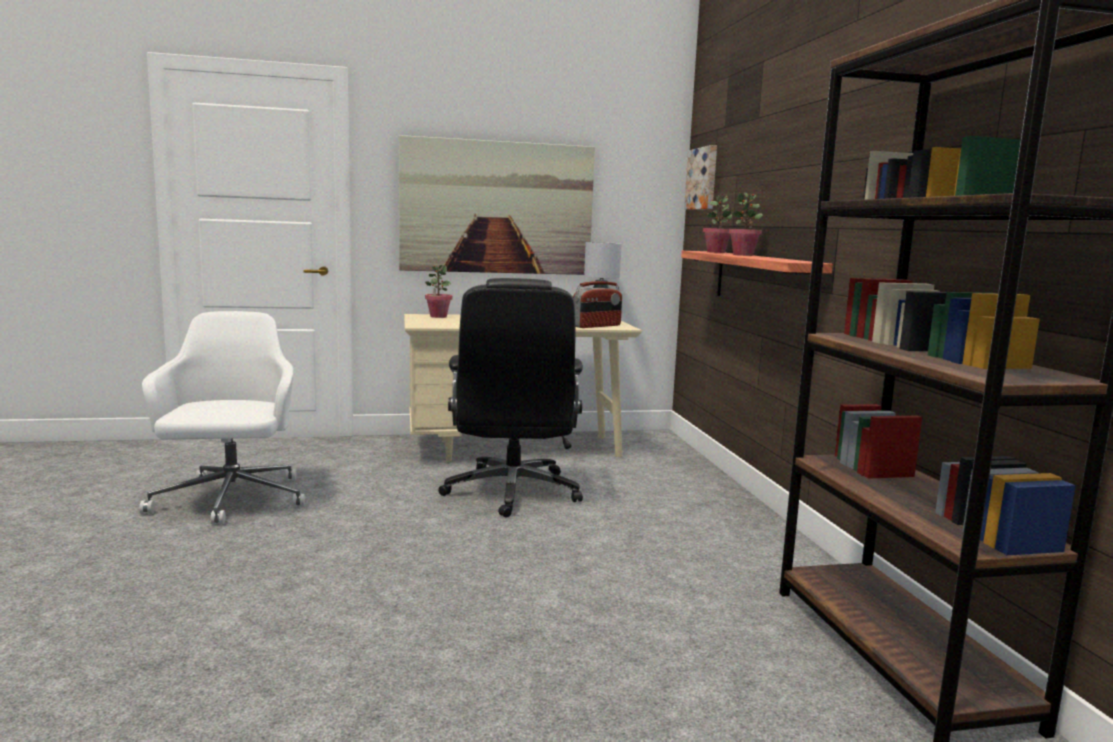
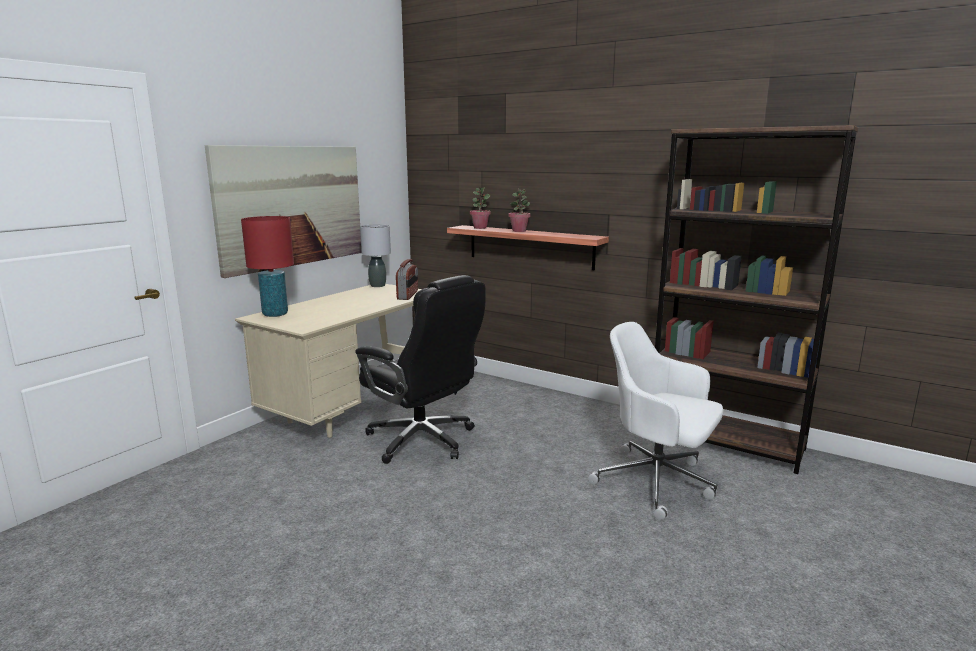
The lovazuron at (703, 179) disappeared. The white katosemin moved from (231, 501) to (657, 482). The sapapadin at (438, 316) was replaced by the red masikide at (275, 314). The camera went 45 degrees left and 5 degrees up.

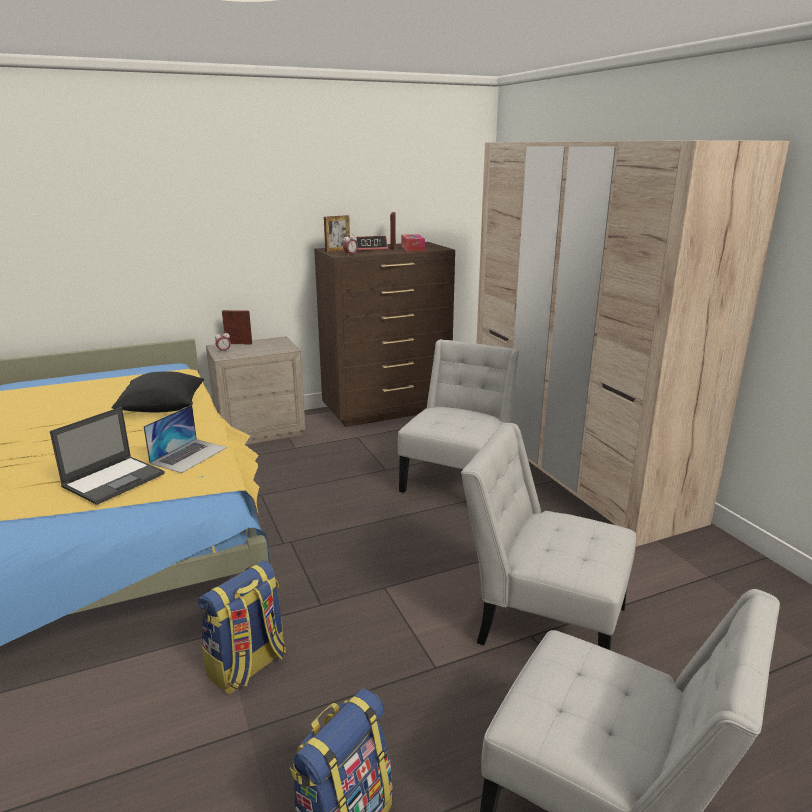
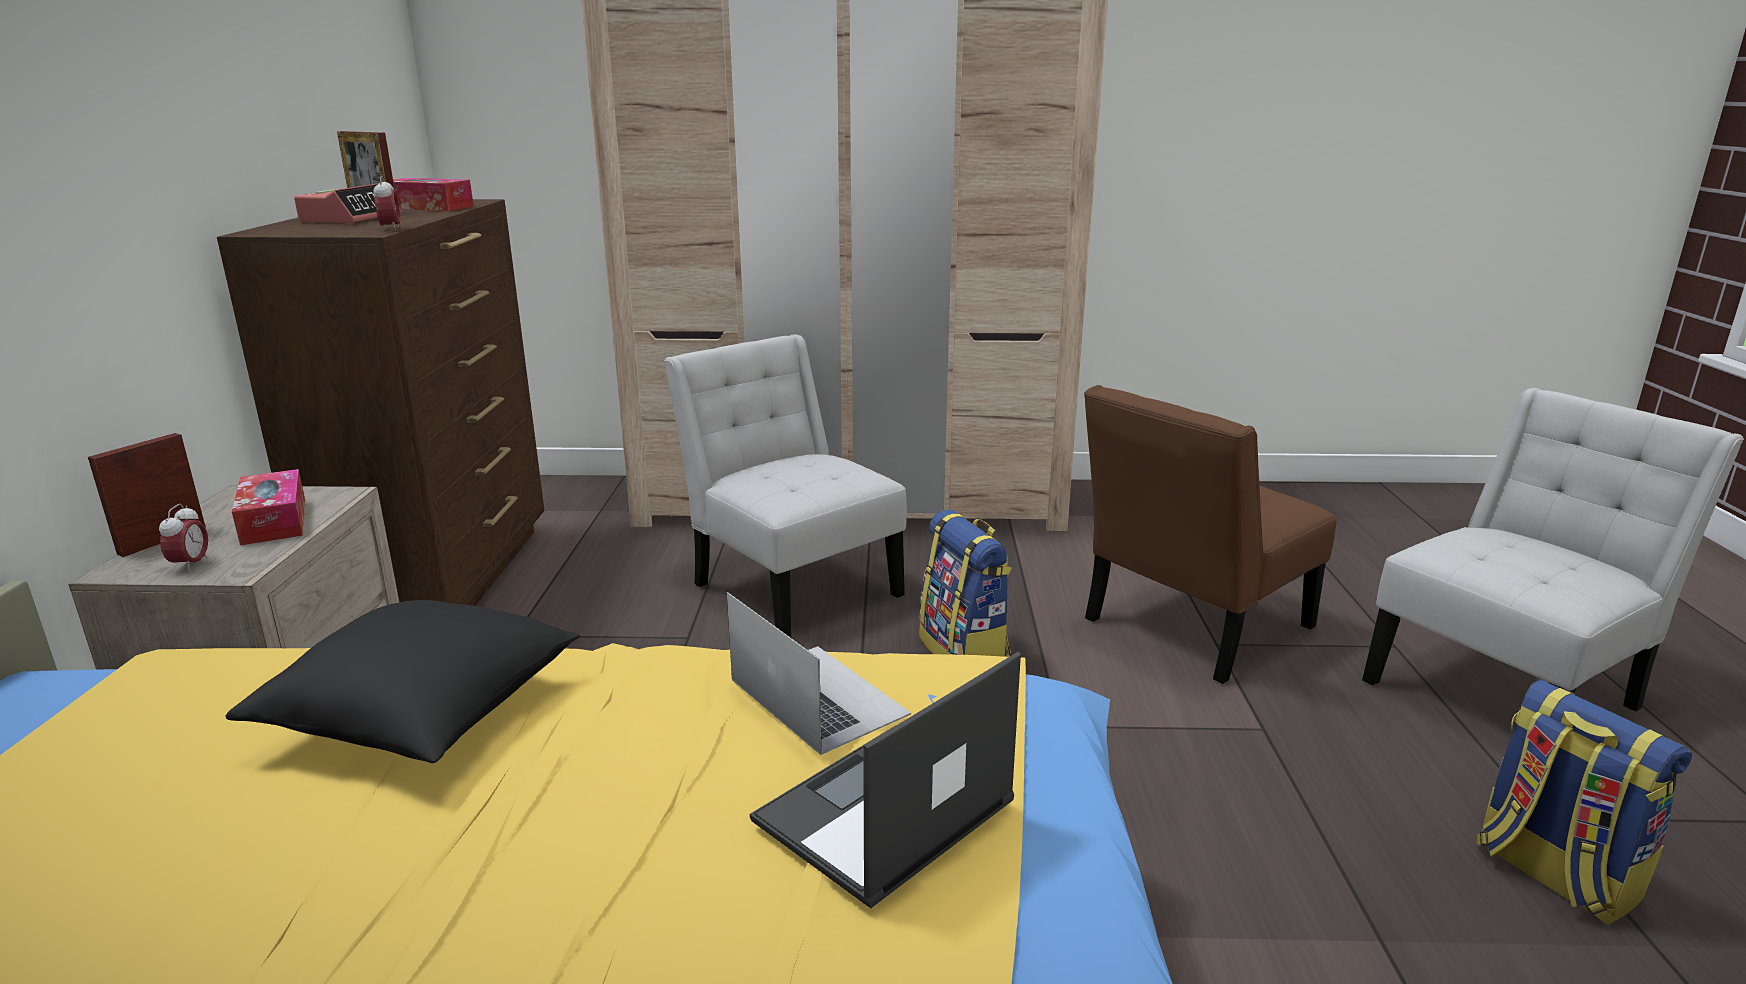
The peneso at (337, 251) disappeared. The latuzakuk at (274, 521) appeared. The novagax moved from (248, 666) to (965, 652). The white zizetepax at (543, 621) became the brown zizetepax at (1190, 628). The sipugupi at (115, 479) turned 105 degrees counterclockwise. The camera went 65 degrees left and 0 degrees up.

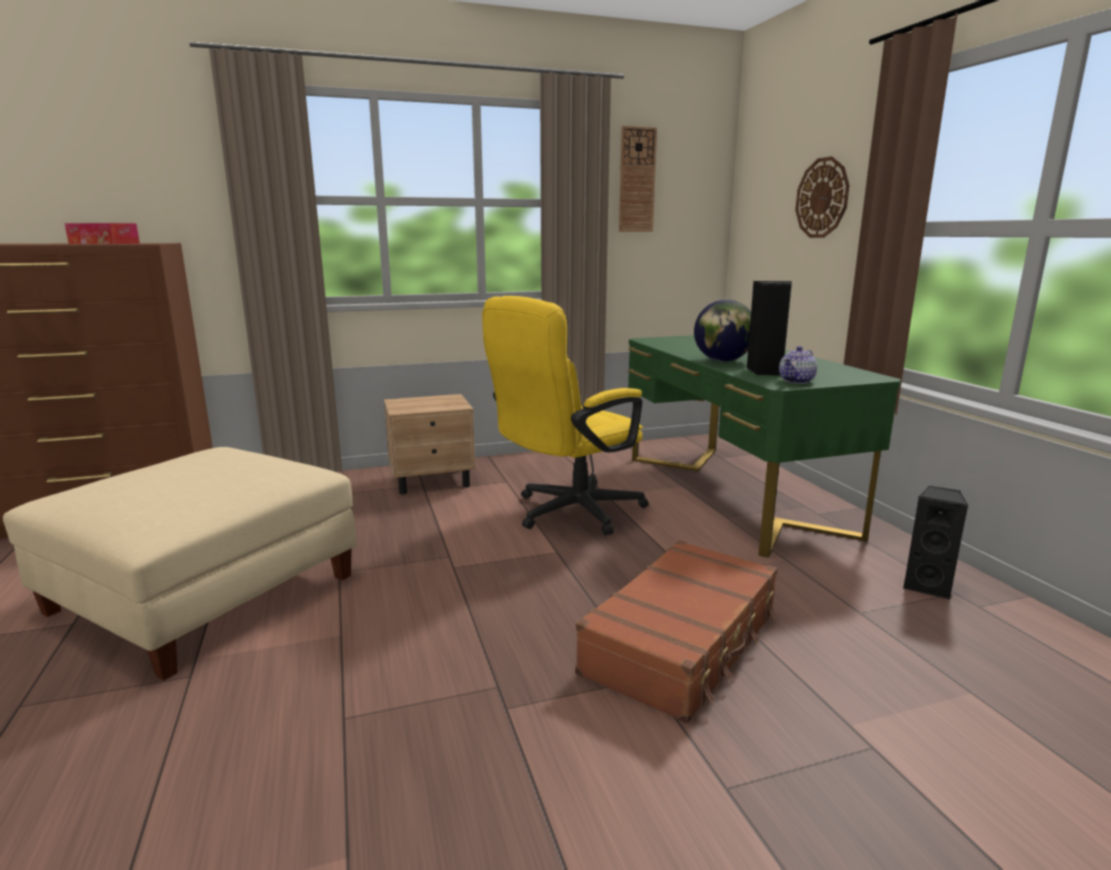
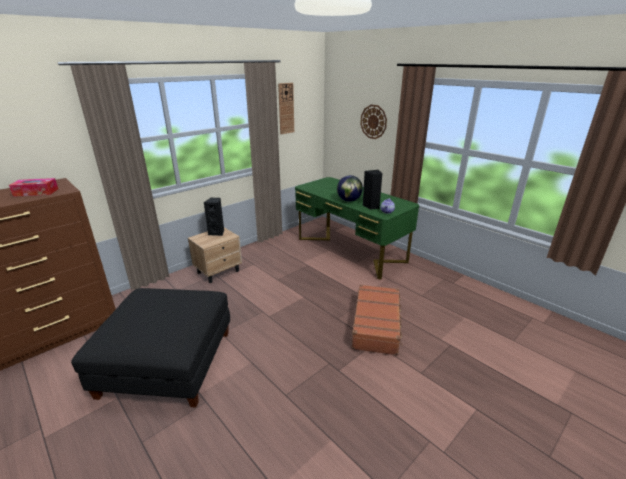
The yellow katosemin at (568, 513) disappeared. The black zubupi moved from (927, 586) to (217, 232). The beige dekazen at (204, 592) became the black dekazen at (167, 362). The camera went 25 degrees left and 10 degrees up.

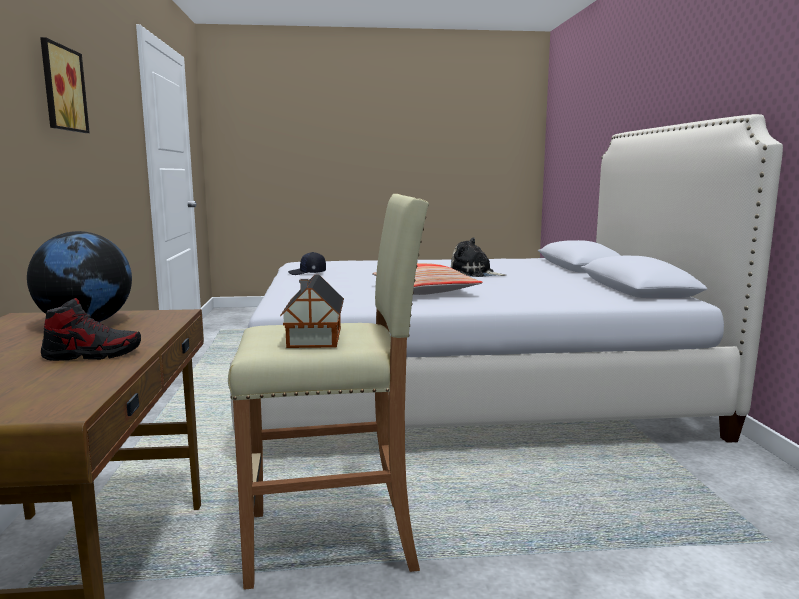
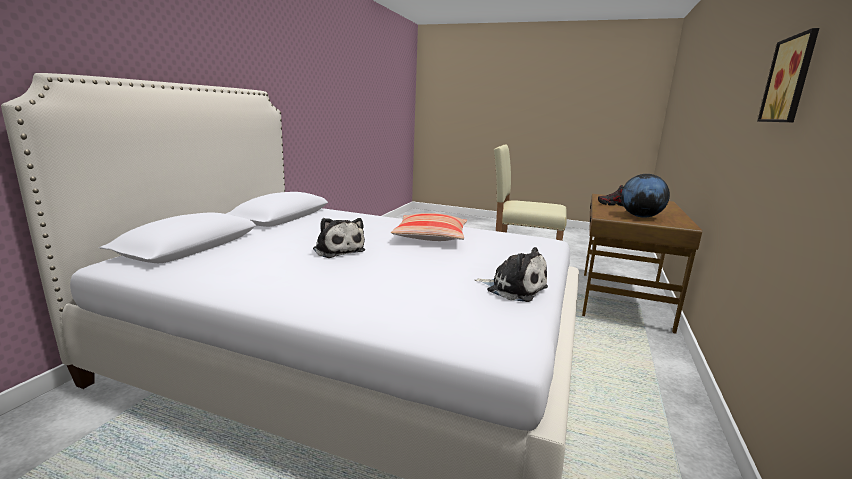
The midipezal at (313, 338) disappeared. The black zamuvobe at (307, 273) was replaced by the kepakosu at (513, 288). The camera went 155 degrees left and 5 degrees up.

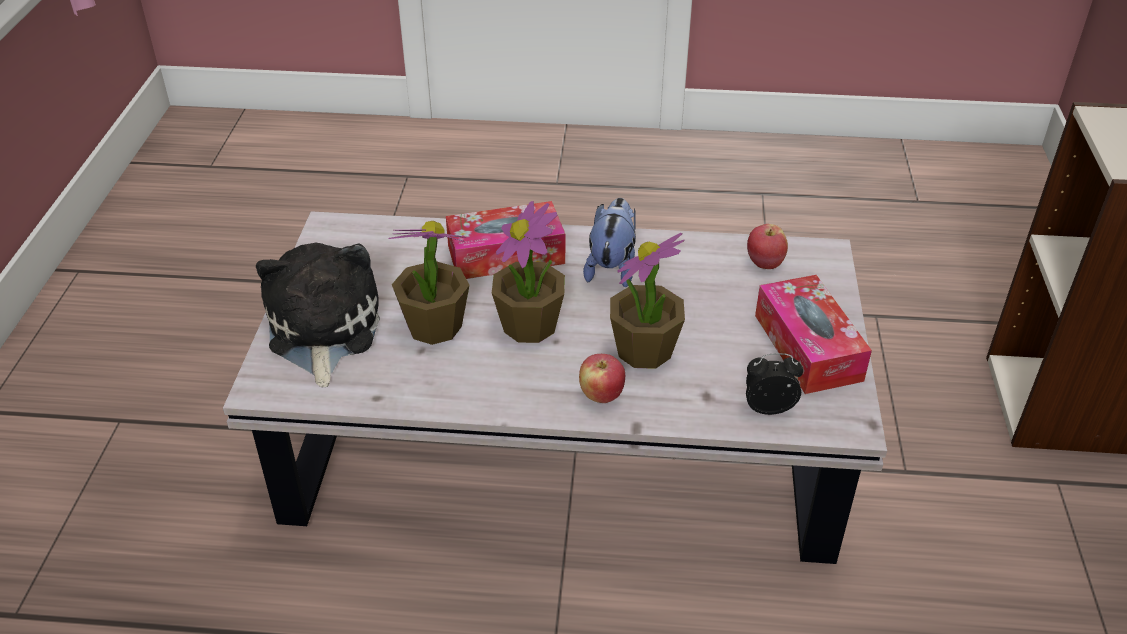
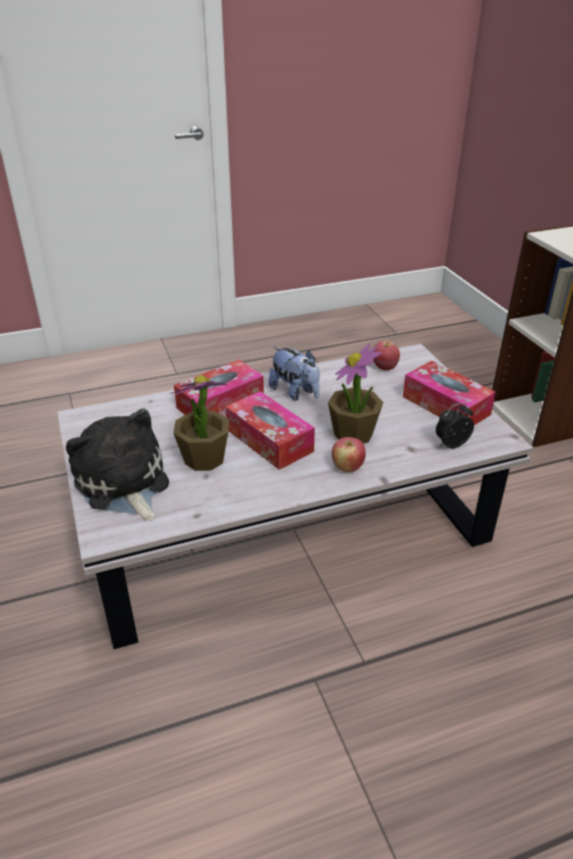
The sapapadin at (530, 326) was replaced by the latuzakuk at (269, 440). The kepakosu at (612, 267) turned 150 degrees clockwise. The camera went 25 degrees left and 5 degrees down.

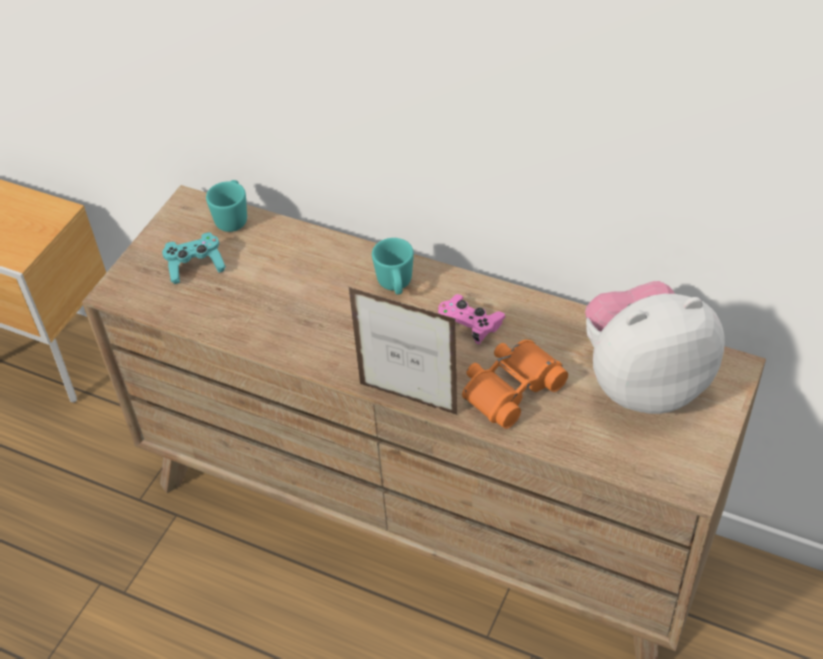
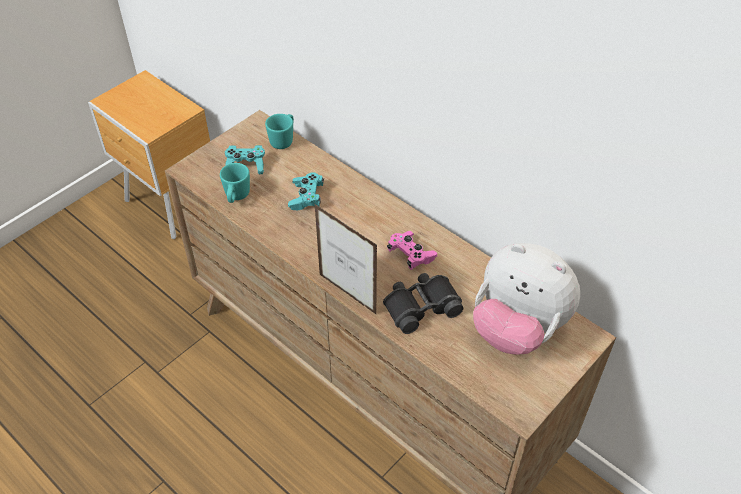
The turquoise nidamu at (306, 197) appeared. The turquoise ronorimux moved from (395, 286) to (236, 197). The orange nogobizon at (510, 388) became the black nogobizon at (421, 306). The kepakosu at (643, 382) turned 150 degrees counterclockwise. The camera went 15 degrees right and 0 degrees up.

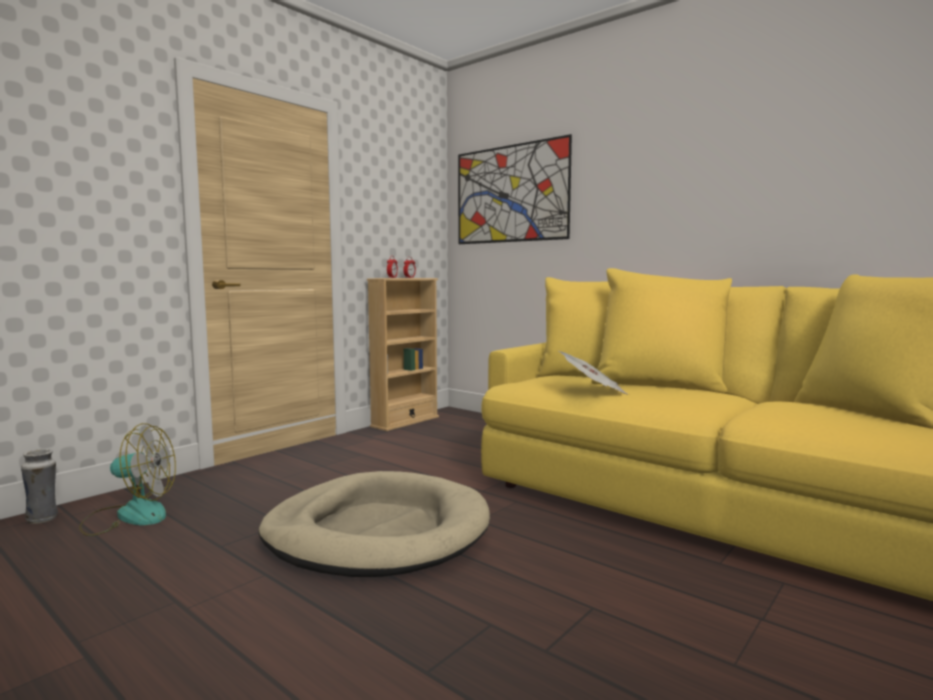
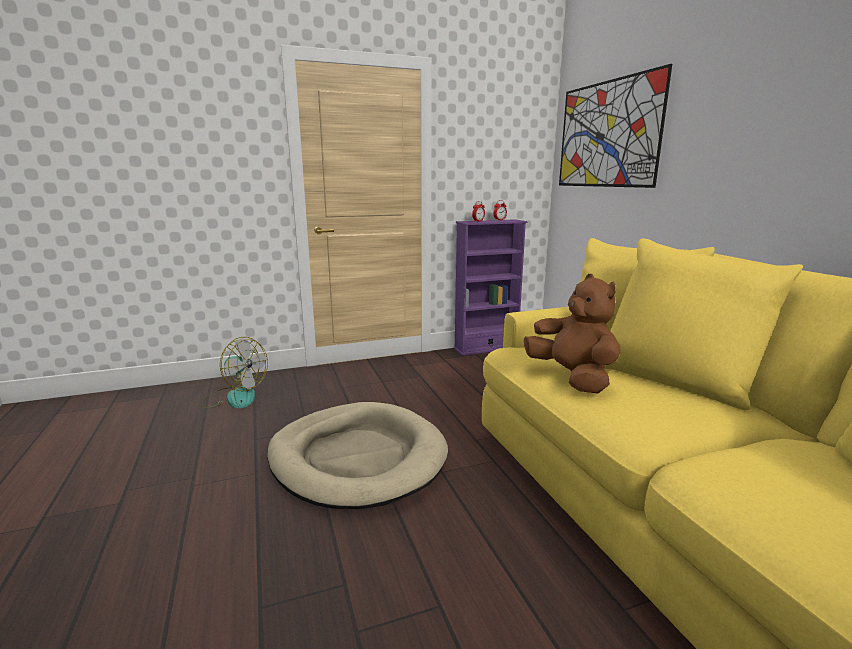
The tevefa at (43, 519) disappeared. The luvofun at (593, 391) was replaced by the brown kepakosu at (572, 378). The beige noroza at (405, 422) became the purple noroza at (486, 348). The camera went 30 degrees right and 10 degrees up.

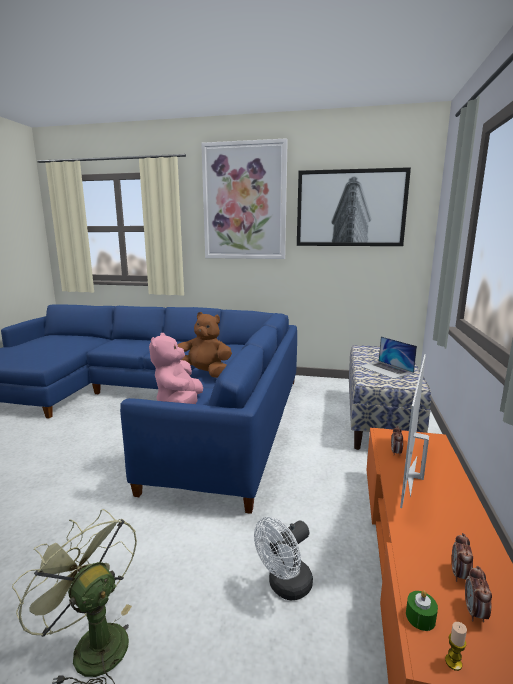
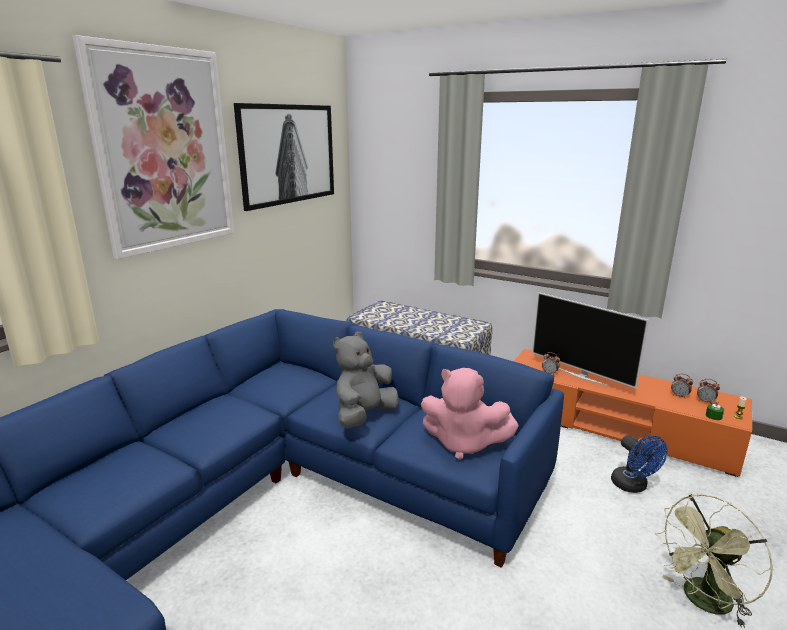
The sipugupi at (386, 369) disappeared. The brown kepakosu at (204, 374) became the grey kepakosu at (364, 416). The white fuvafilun at (285, 587) became the blue fuvafilun at (633, 486). The camera went 70 degrees left and 5 degrees up.

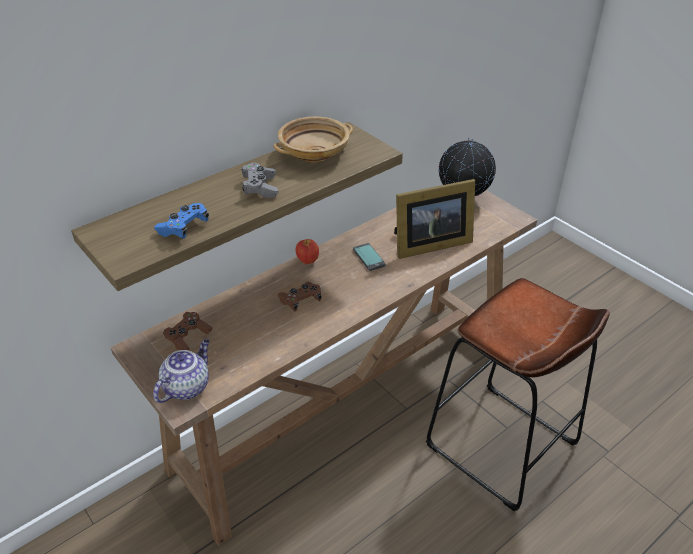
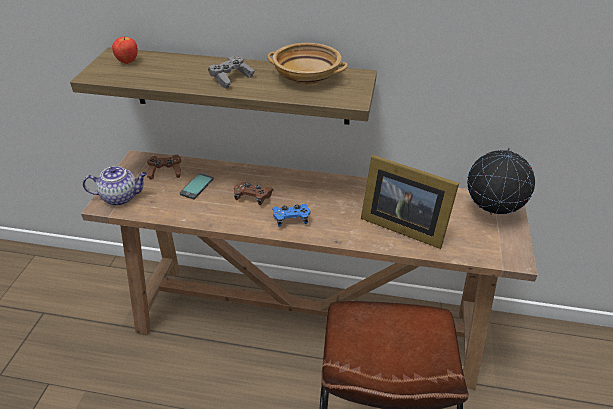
The blue nidamu moved from (184, 228) to (291, 219). The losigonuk moved from (307, 261) to (128, 62). The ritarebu moved from (369, 257) to (197, 186). The camera went 50 degrees right and 0 degrees up.

